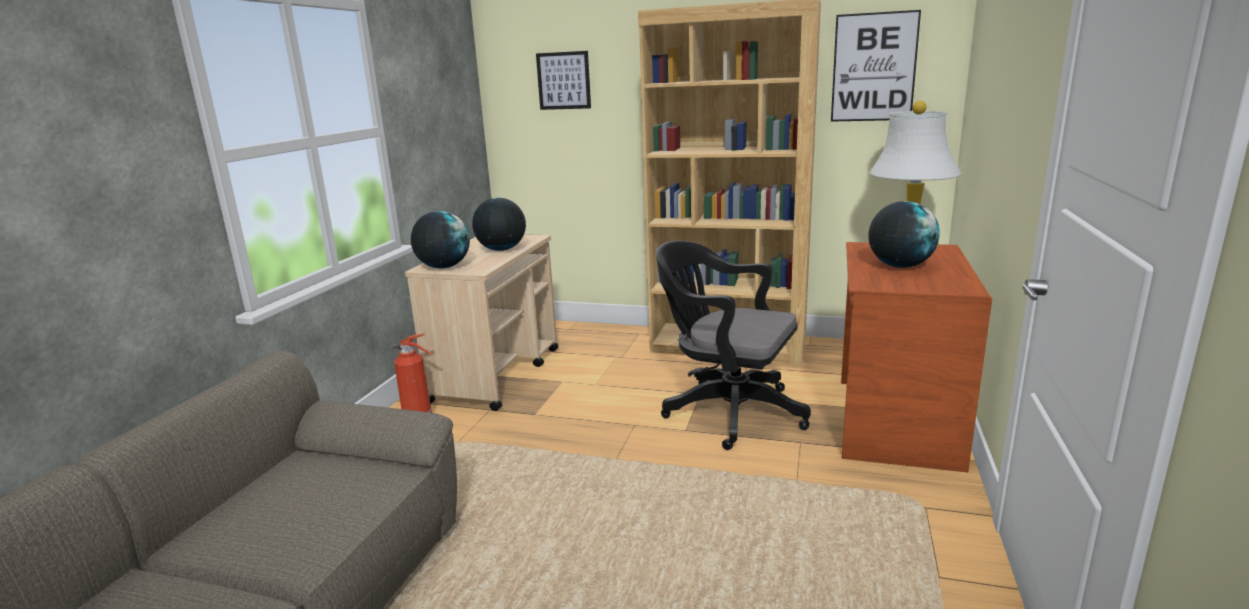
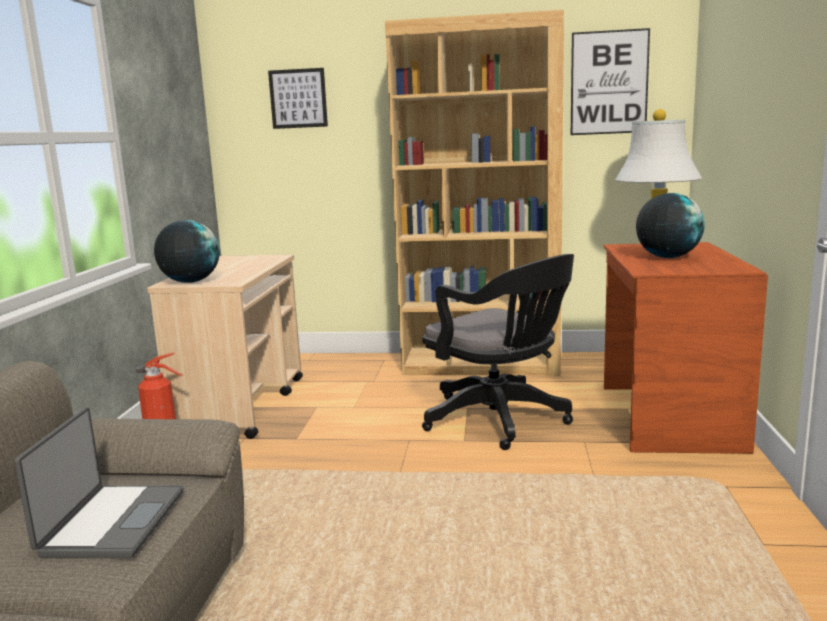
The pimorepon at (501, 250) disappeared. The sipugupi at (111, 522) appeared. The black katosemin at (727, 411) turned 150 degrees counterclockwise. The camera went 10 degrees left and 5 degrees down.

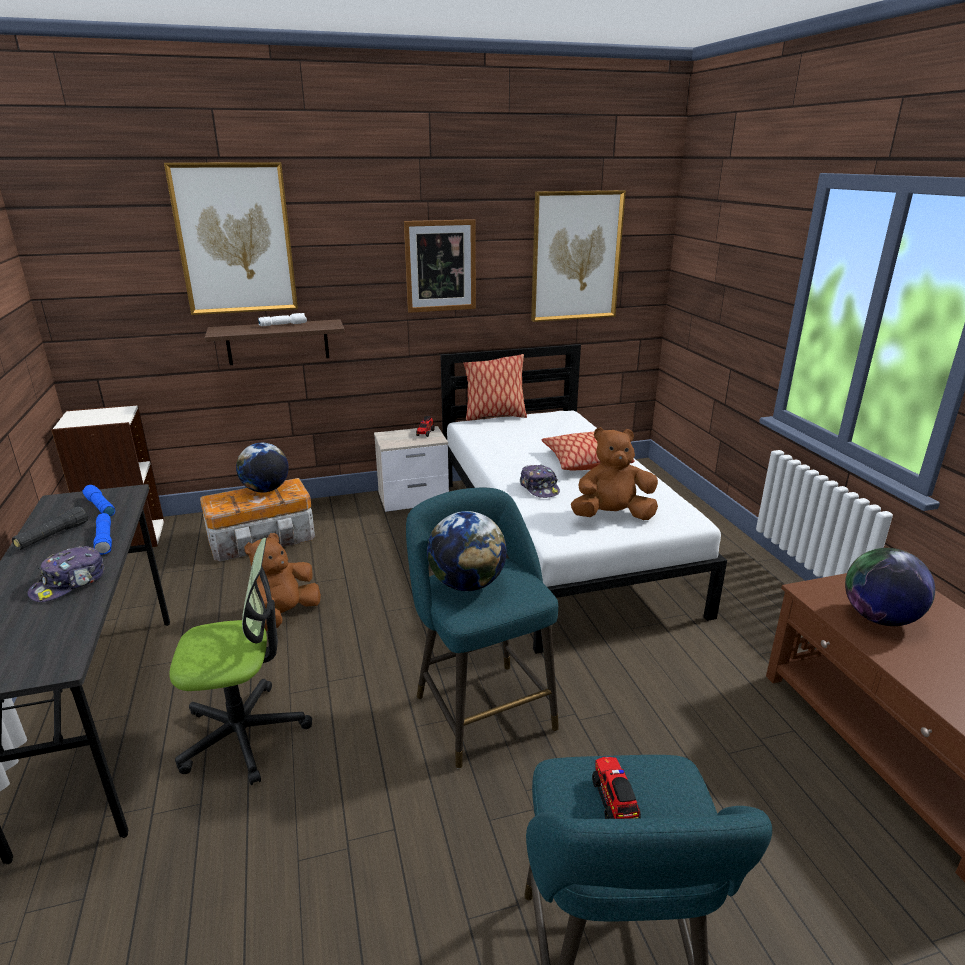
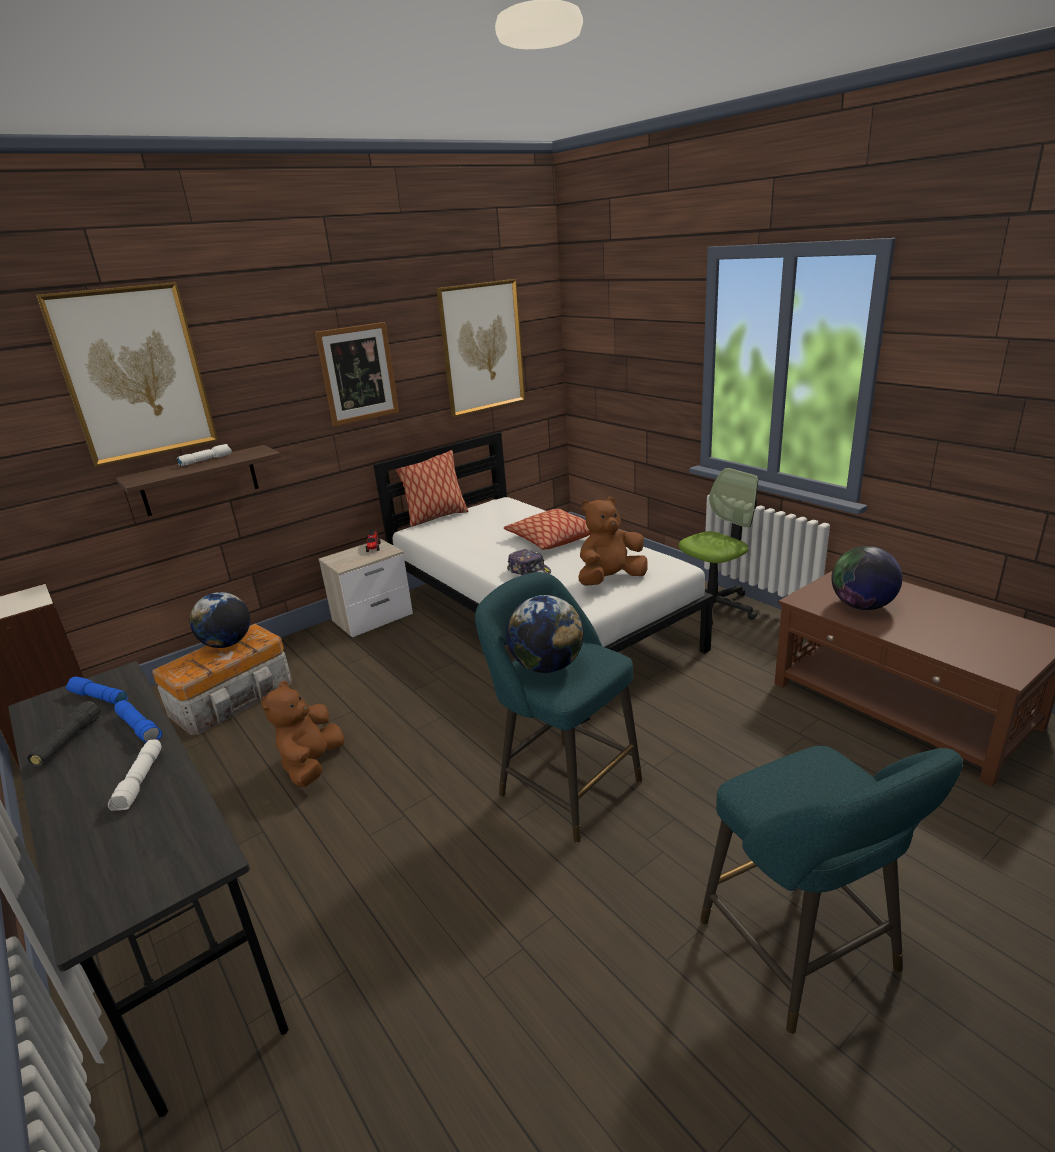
The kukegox at (614, 799) disappeared. The katosemin moved from (244, 734) to (713, 607). The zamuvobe at (70, 583) was replaced by the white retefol at (140, 781). The camera went 20 degrees left and 0 degrees up.

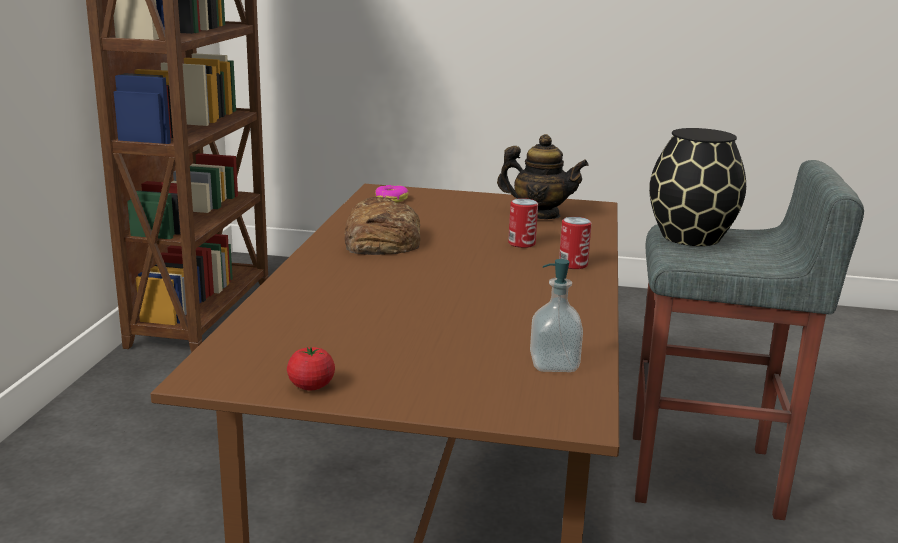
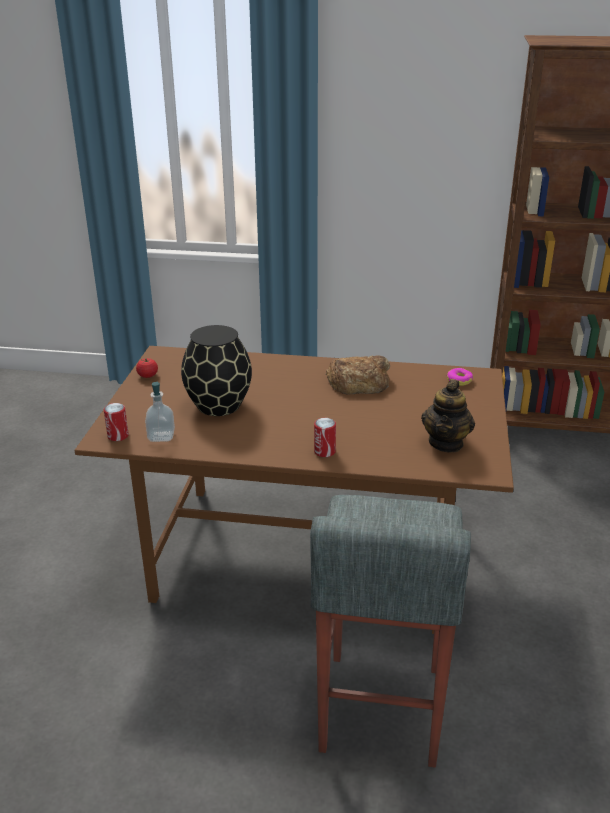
The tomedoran moved from (521, 243) to (118, 436). The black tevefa moved from (691, 237) to (217, 405). The camera went 90 degrees right and 10 degrees up.

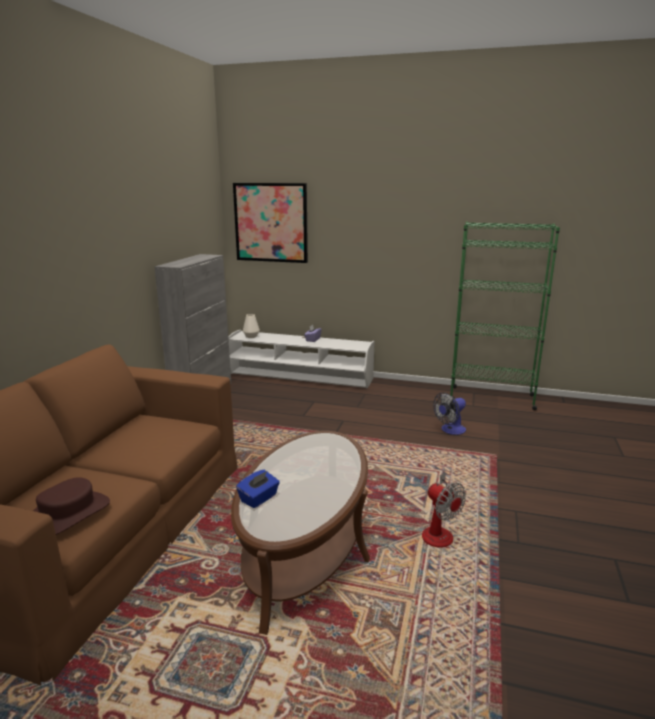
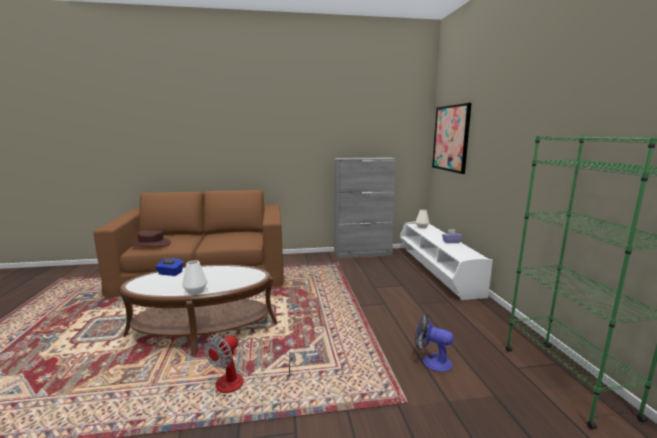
The white tevefa at (195, 291) appeared. The camera went 65 degrees right and 5 degrees down.

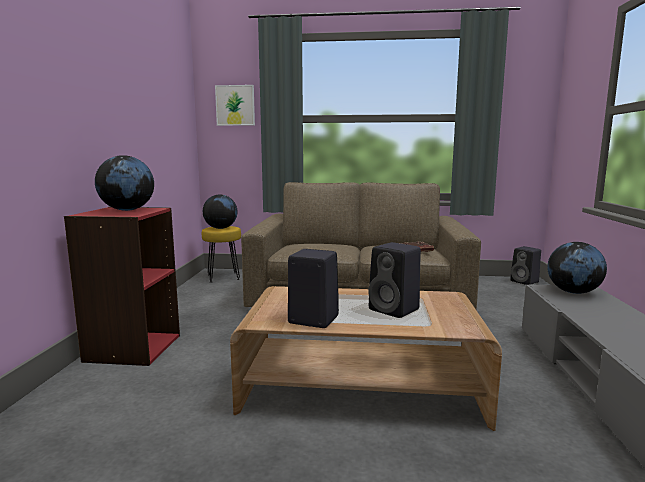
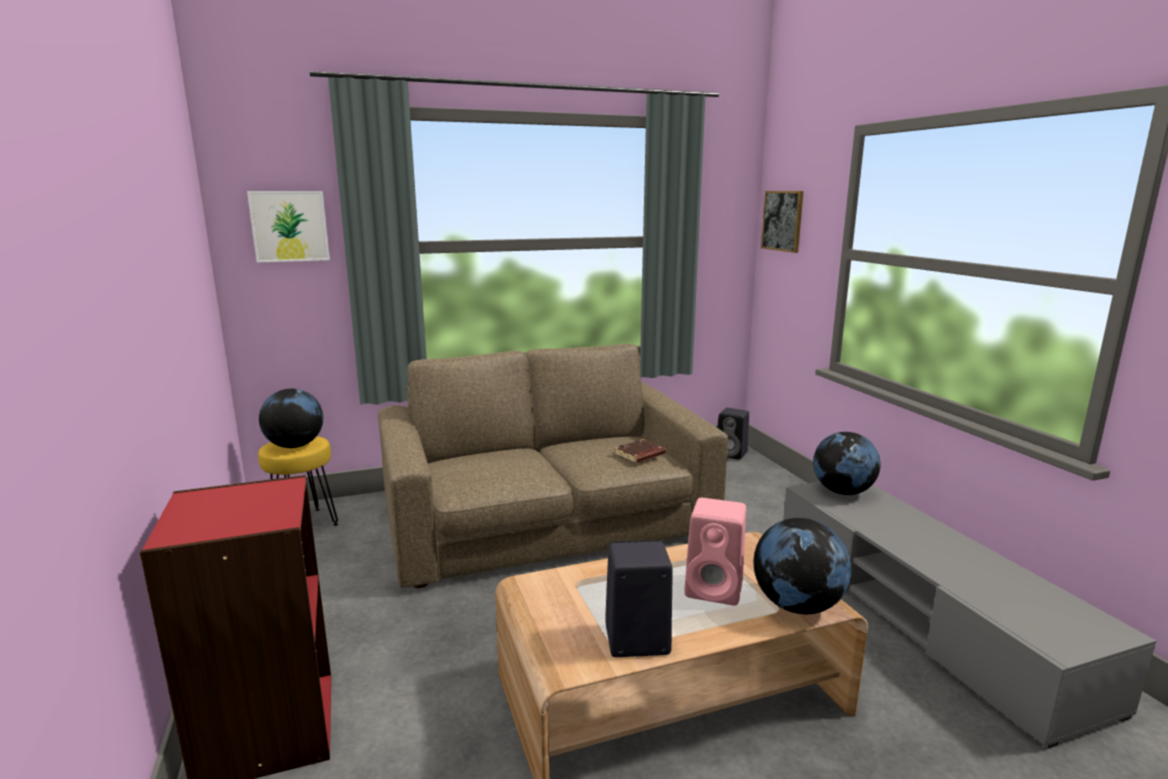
The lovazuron at (783, 221) appeared. The pimorepon moved from (127, 210) to (797, 605). The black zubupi at (395, 310) became the pink zubupi at (716, 589). The camera went 25 degrees left and 5 degrees up.

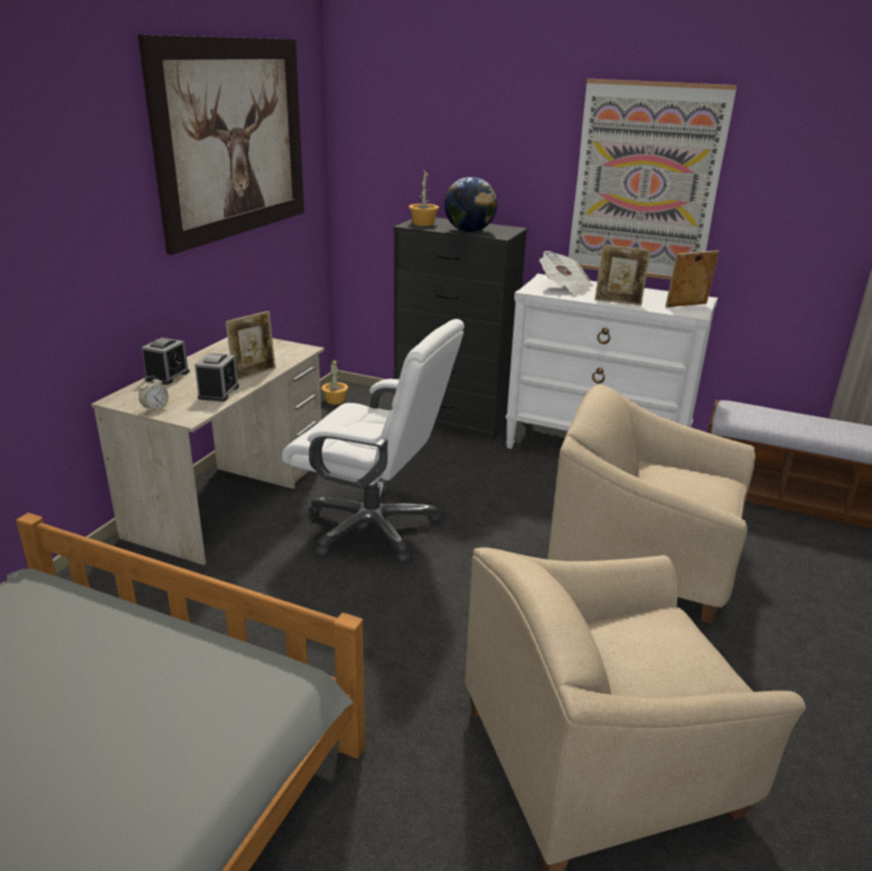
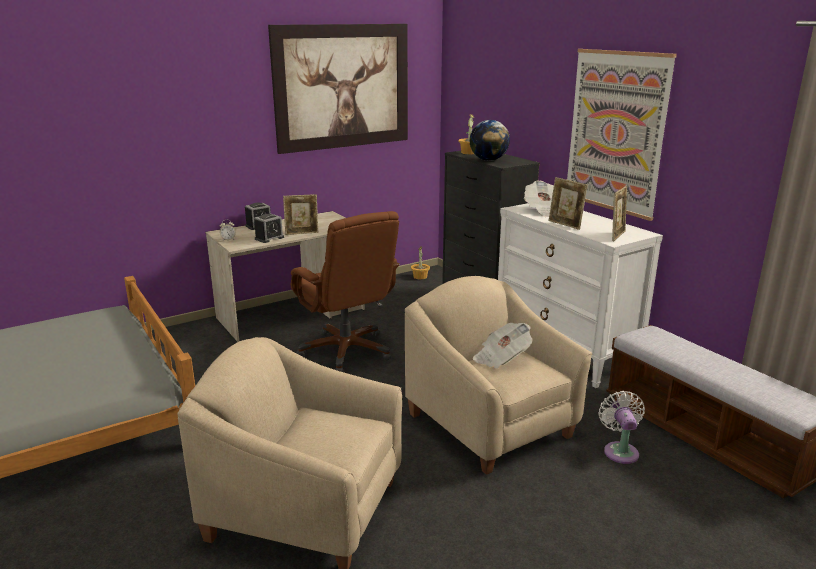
The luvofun at (501, 358) appeared. The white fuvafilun at (620, 450) appeared. The white katosemin at (373, 528) became the brown katosemin at (346, 351). The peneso at (686, 306) turned 105 degrees clockwise. The camera went 35 degrees right and 5 degrees down.

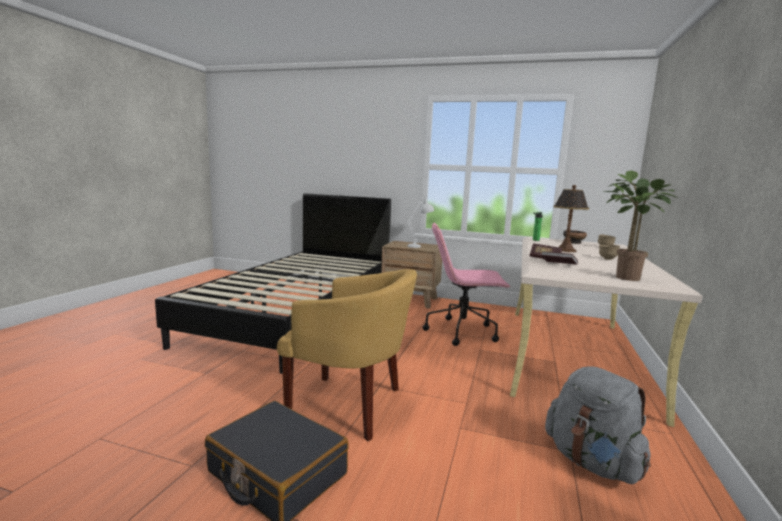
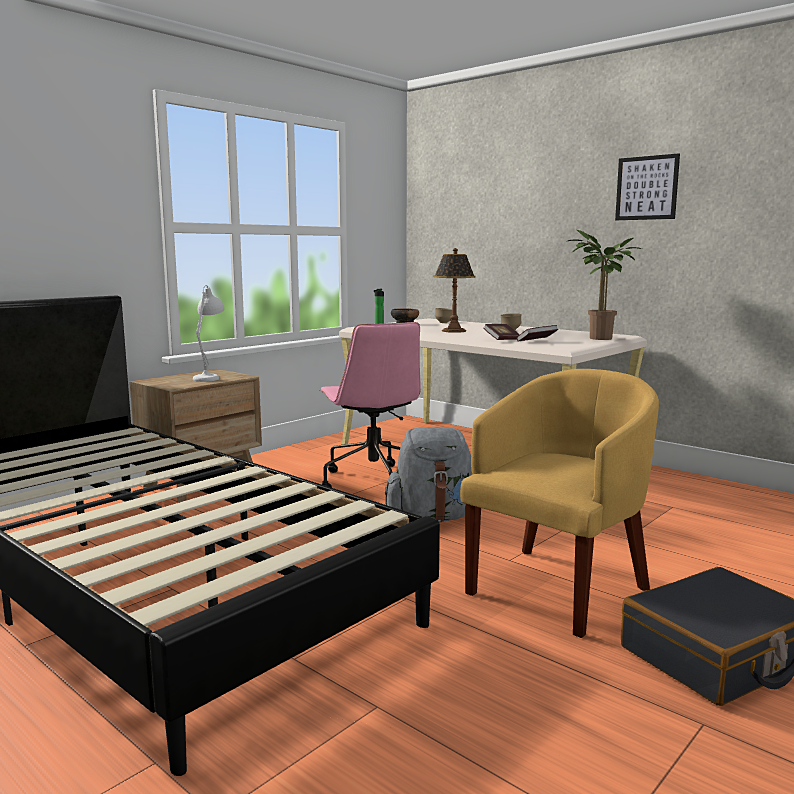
The lovazuron at (646, 188) appeared. The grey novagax moved from (592, 462) to (433, 518). The pink katosemin at (463, 332) turned 45 degrees counterclockwise. The camera went 65 degrees left and 0 degrees up.

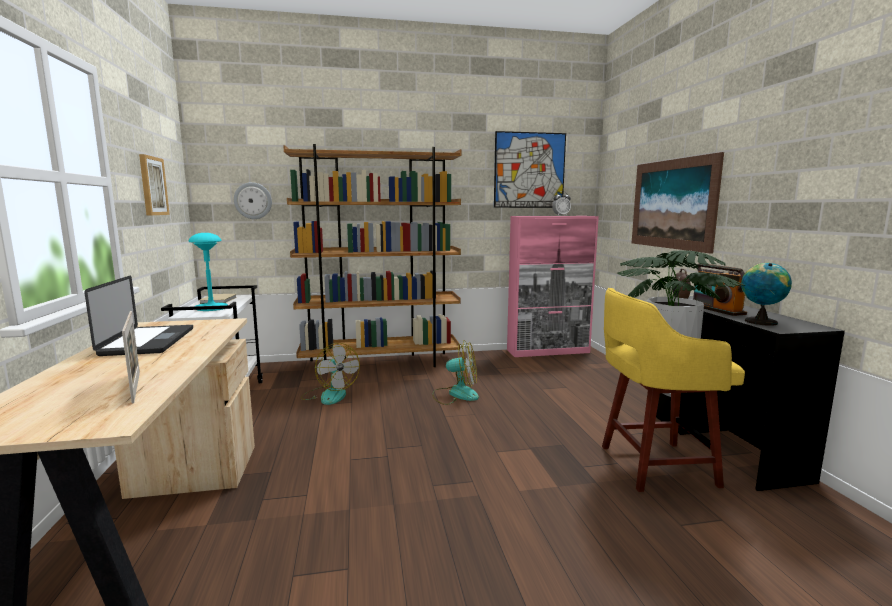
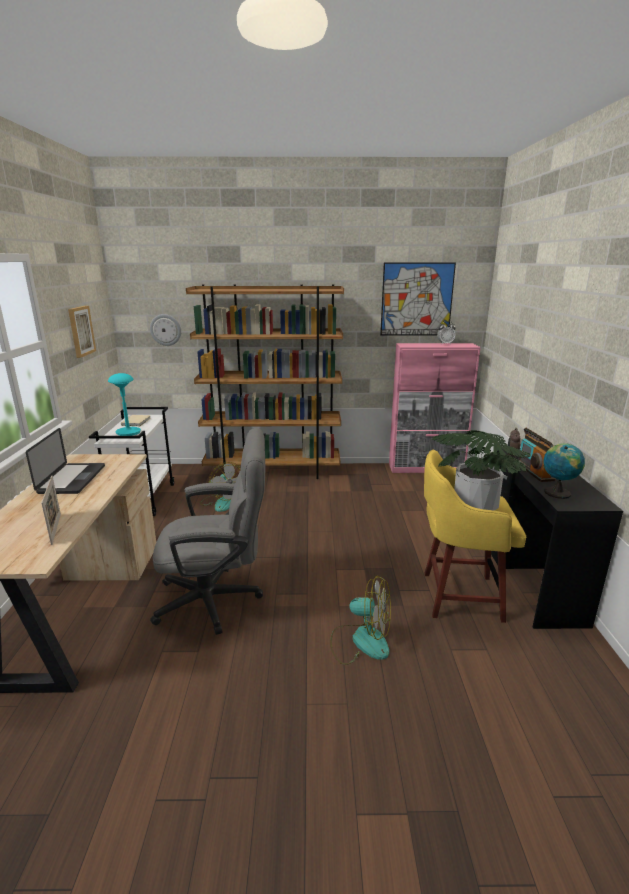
The lovazuron at (672, 204) disappeared. The grey katosemin at (218, 599) appeared. The fuvafilun moved from (456, 394) to (361, 641). The camera went 10 degrees right and 10 degrees up.

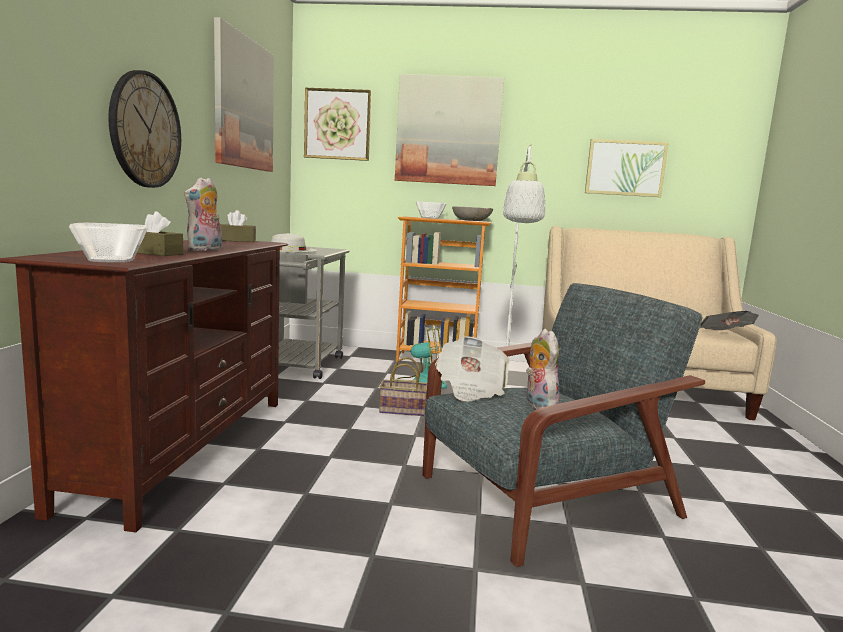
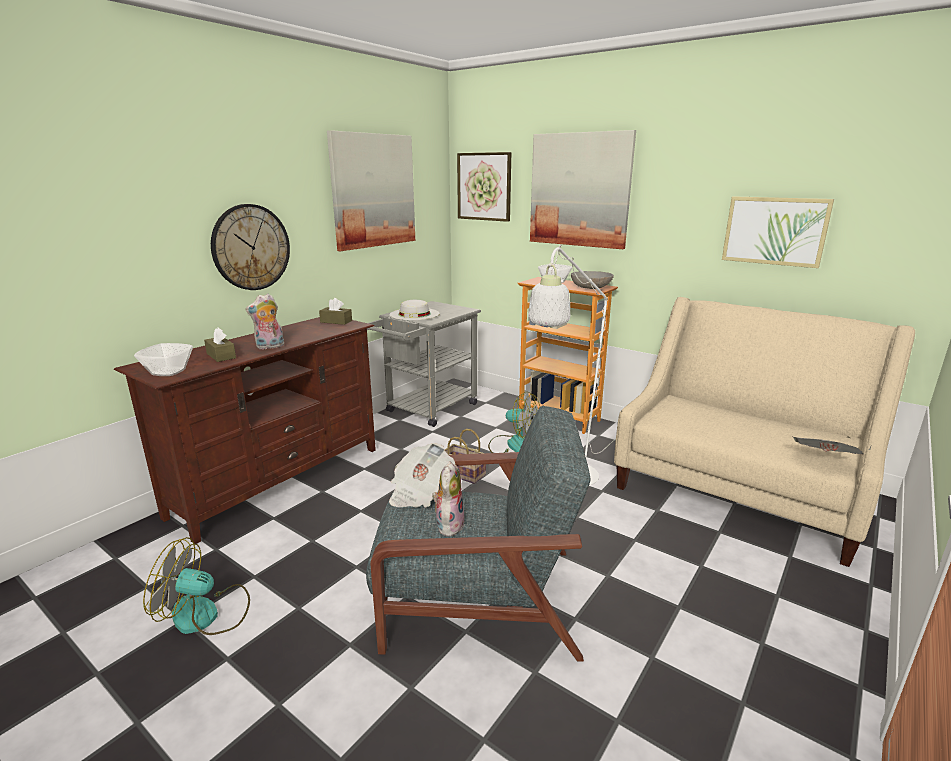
The fuvafilun at (206, 615) appeared. The camera went 30 degrees right and 10 degrees up.

